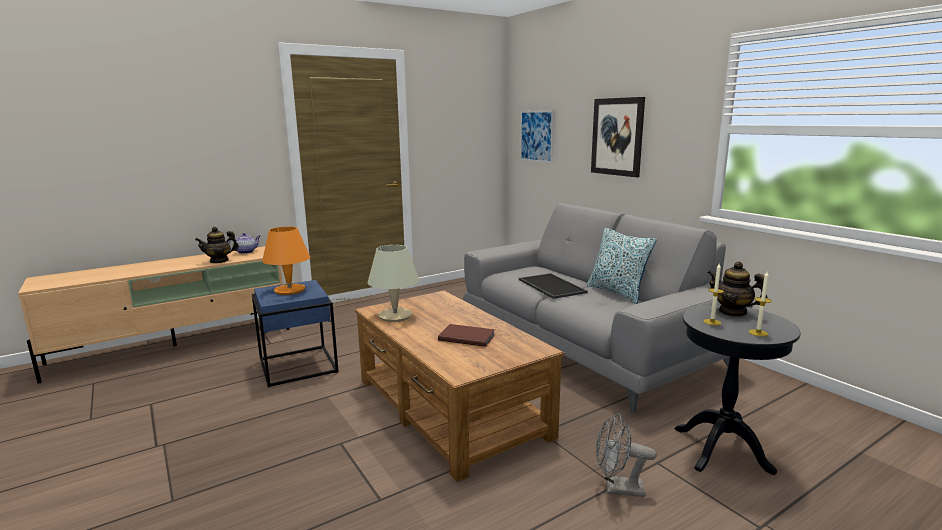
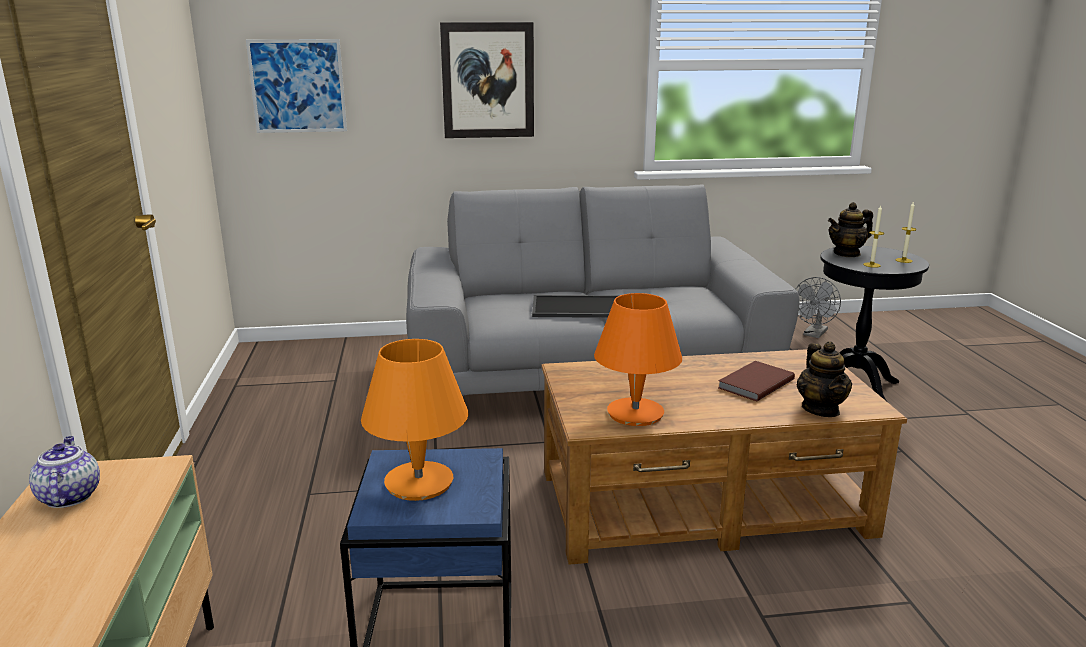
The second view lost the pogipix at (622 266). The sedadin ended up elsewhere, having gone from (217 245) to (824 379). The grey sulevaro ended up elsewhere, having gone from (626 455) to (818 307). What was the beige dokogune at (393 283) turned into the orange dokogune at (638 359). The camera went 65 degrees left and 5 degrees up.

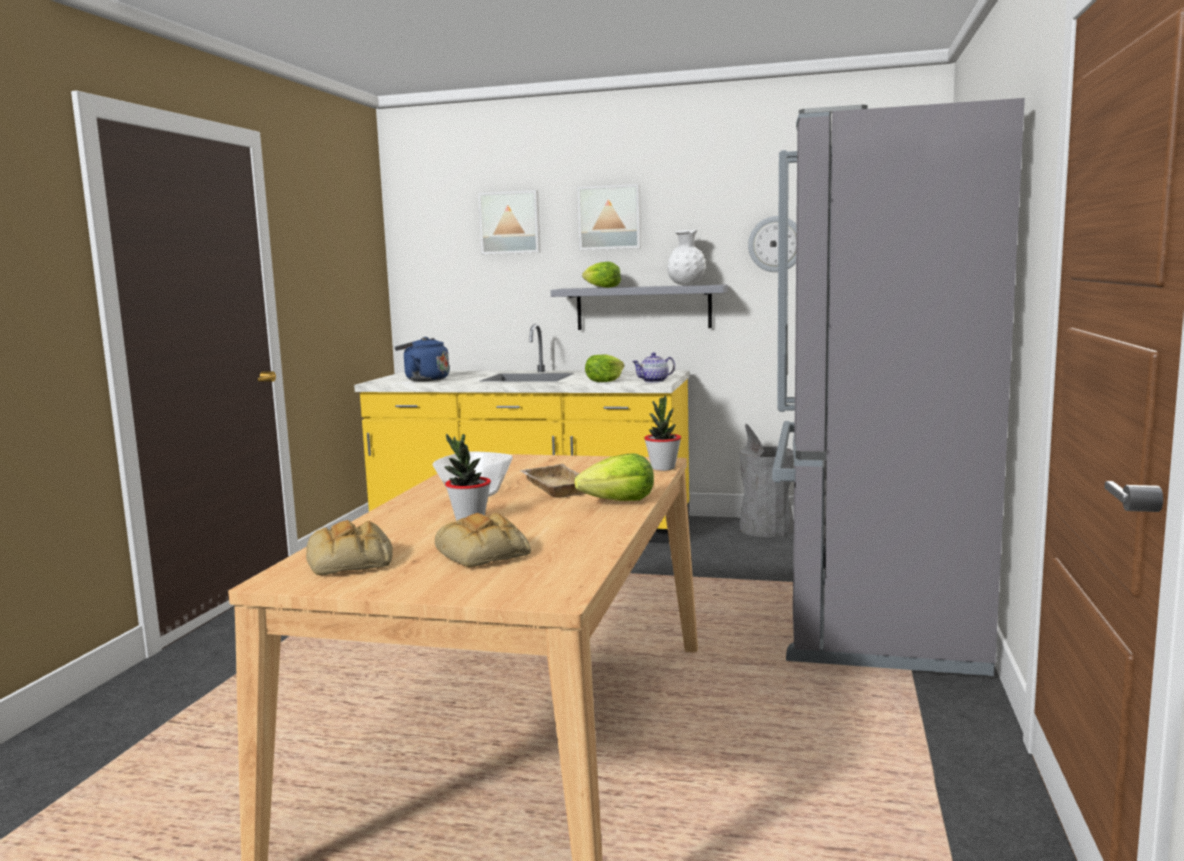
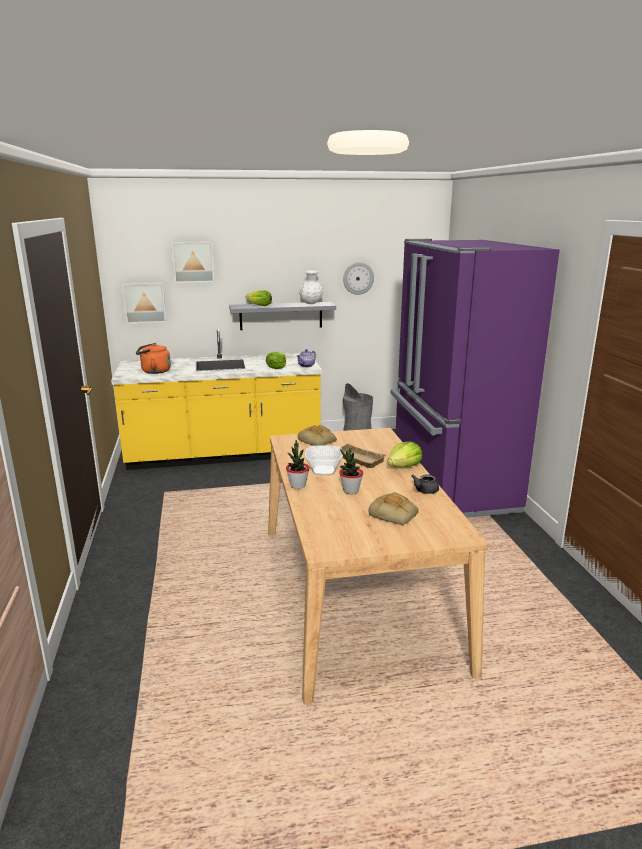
The second view gained the grey sedadin at (425 484). The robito ended up elsewhere, having gone from (349 547) to (317 435). The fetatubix ended up elsewhere, having gone from (609 217) to (144 303). The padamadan ended up elsewhere, having gone from (662 433) to (298 464). What was the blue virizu at (421 359) turned into the orange virizu at (153 358). What was the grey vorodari at (898 387) turned into the purple vorodari at (475 378). The camera went 25 degrees left and 10 degrees up.

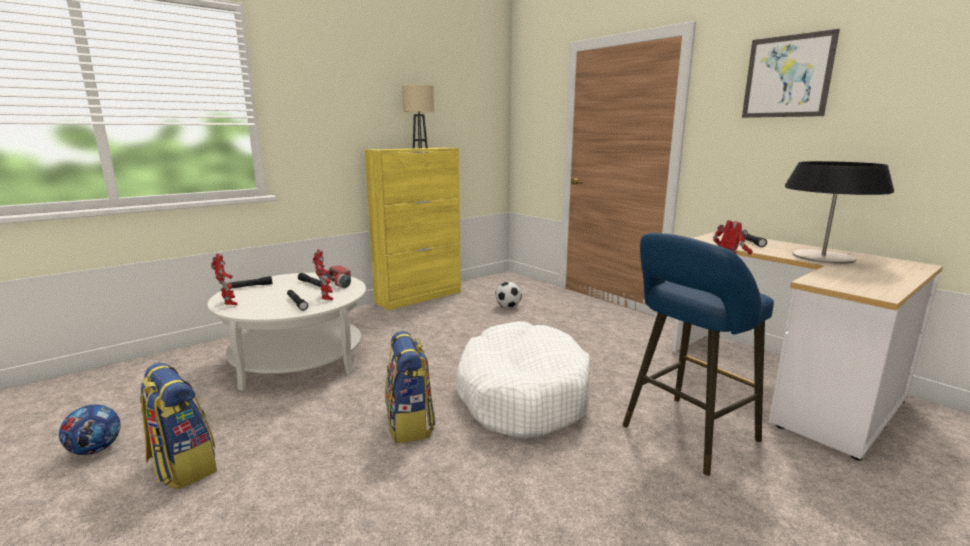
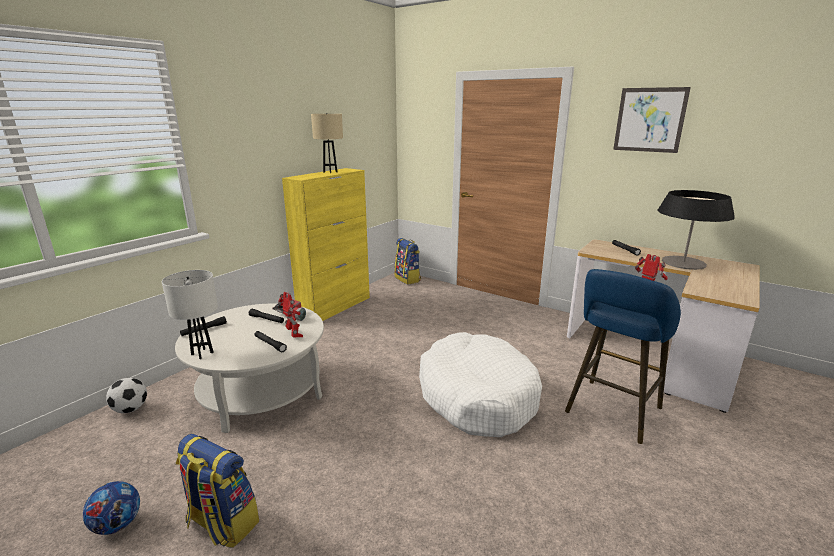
The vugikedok ended up elsewhere, having gone from (410 387) to (407 261). The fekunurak ended up elsewhere, having gone from (508 295) to (126 395). Where the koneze stood at (224 279), the white dokogune came to stand at (190 314). The camera went 15 degrees left and 5 degrees up.

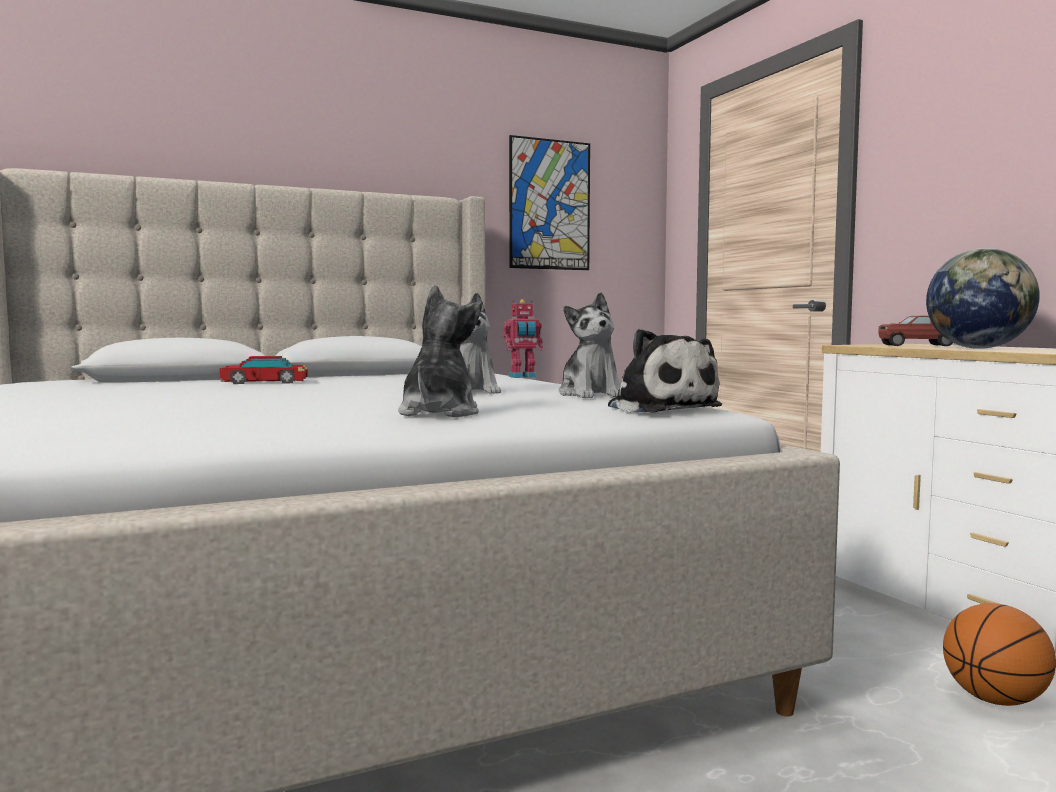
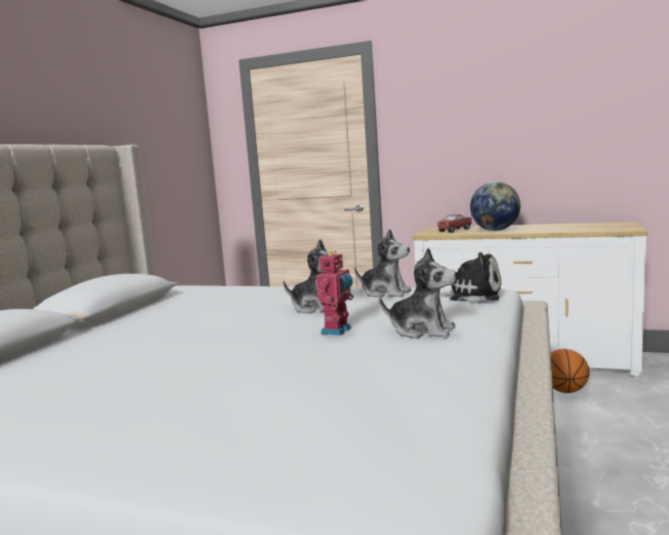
The second view lost the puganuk at (263 370). The second view lost the fetatubix at (549 202). The koneze ended up elsewhere, having gone from (523 338) to (335 293). The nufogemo at (440 351) ended up facing another way, 150 degrees clockwise from before. The camera went 45 degrees left and 5 degrees up.

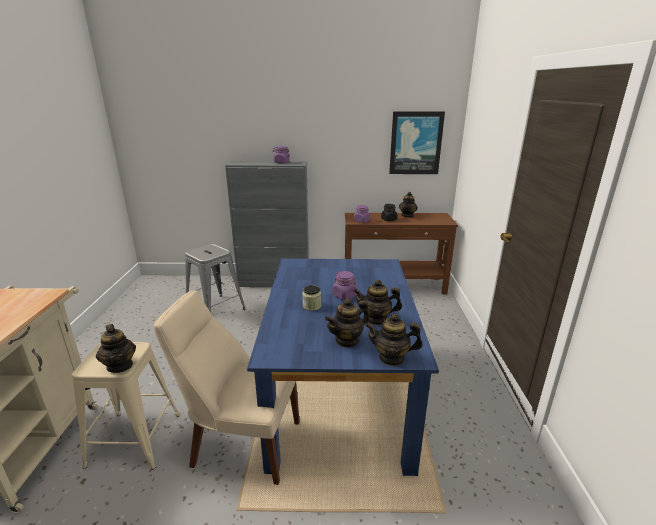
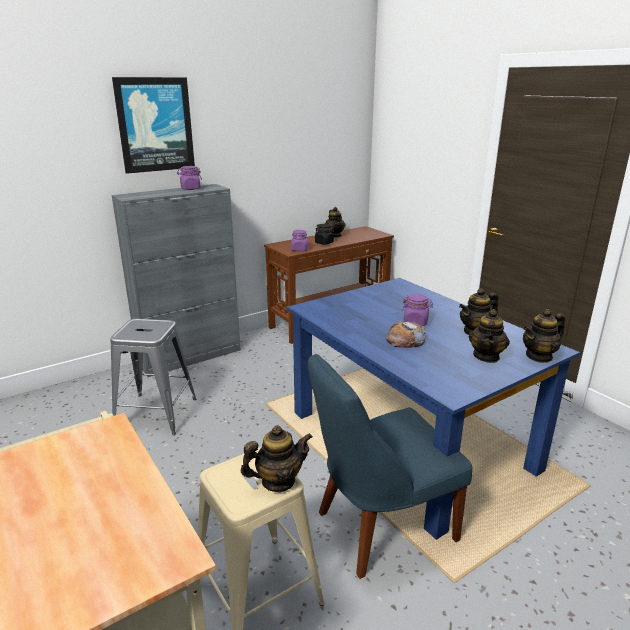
The fetatubix ended up elsewhere, having gone from (417 142) to (153 125). Where the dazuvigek stood at (311 298), the robito came to stand at (405 334). What was the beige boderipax at (227 387) turned into the blue boderipax at (390 466). The sedadin at (116 348) ended up facing another way, 45 degrees counterclockwise from before. The camera went 35 degrees left and 0 degrees up.

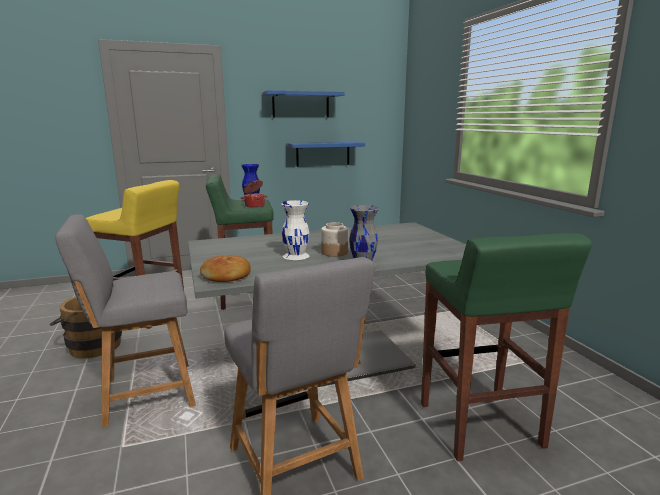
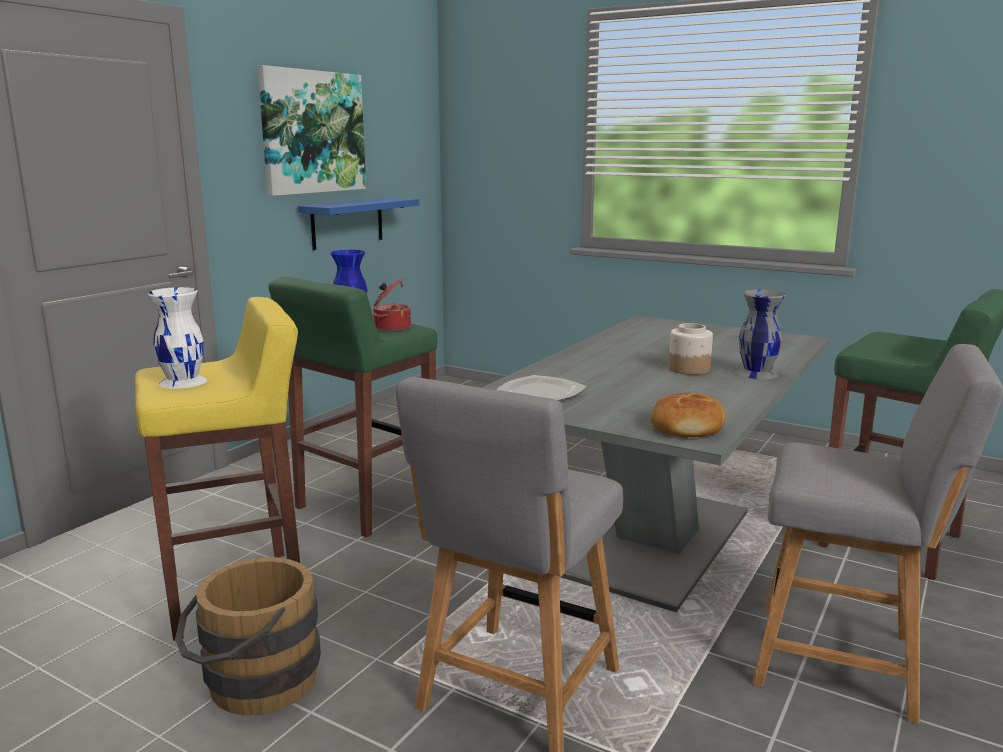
The second view gained the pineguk at (541 388). The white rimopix ended up elsewhere, having gone from (295 230) to (177 338). Where the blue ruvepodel hung at (303 103), the fetatubix came to hang at (311 130). The camera went 40 degrees left and 0 degrees up.

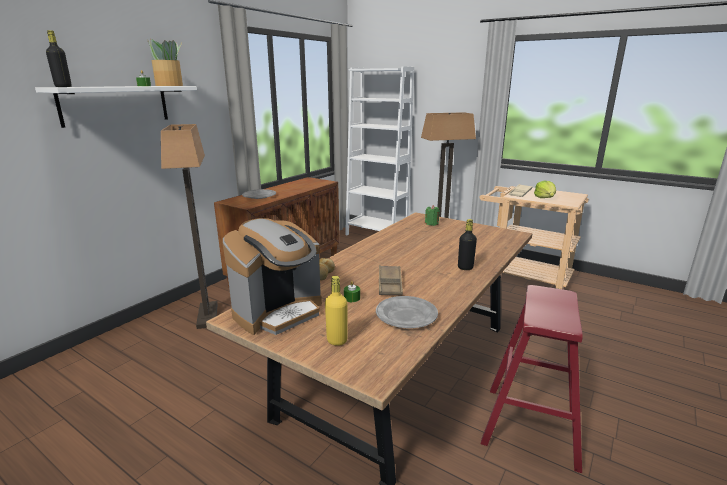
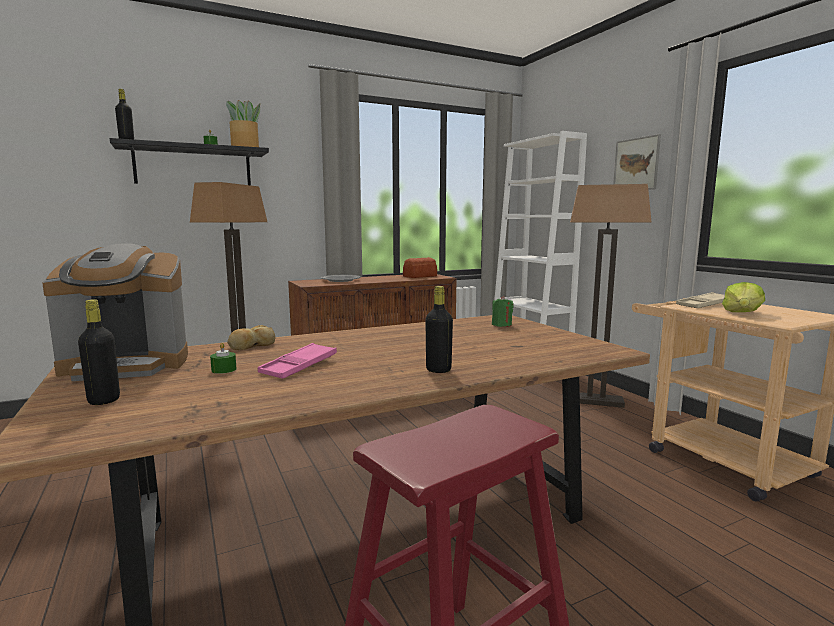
The second view lost the grey pineguk at (407 312). The second view gained the robito at (420 267). The second view gained the fetatubix at (637 162). What was the white ruvepodel at (116 107) turned into the black ruvepodel at (189 161). What was the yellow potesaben at (336 311) turned into the black potesaben at (99 352). What was the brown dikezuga at (391 280) turned into the pink dikezuga at (297 361). The camera went 30 degrees right and 10 degrees down.

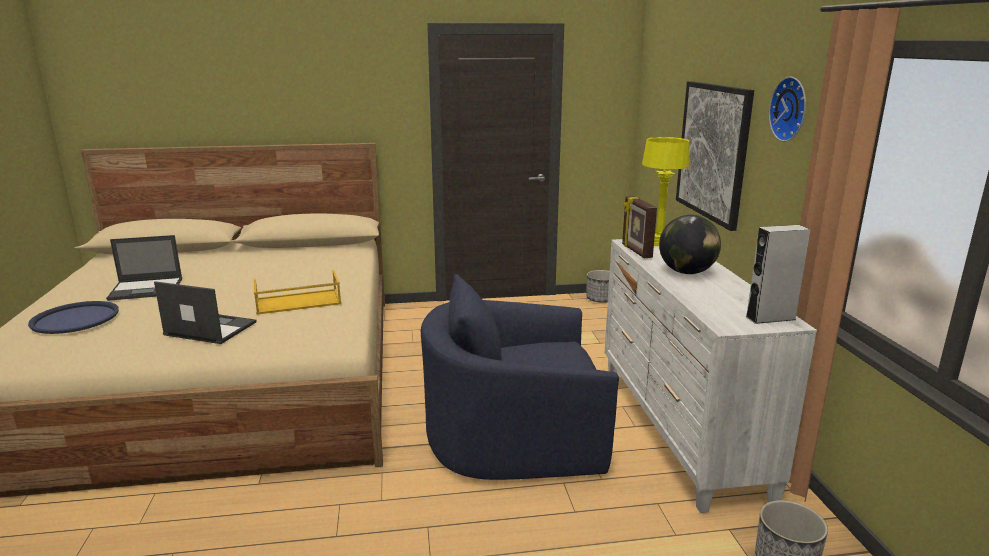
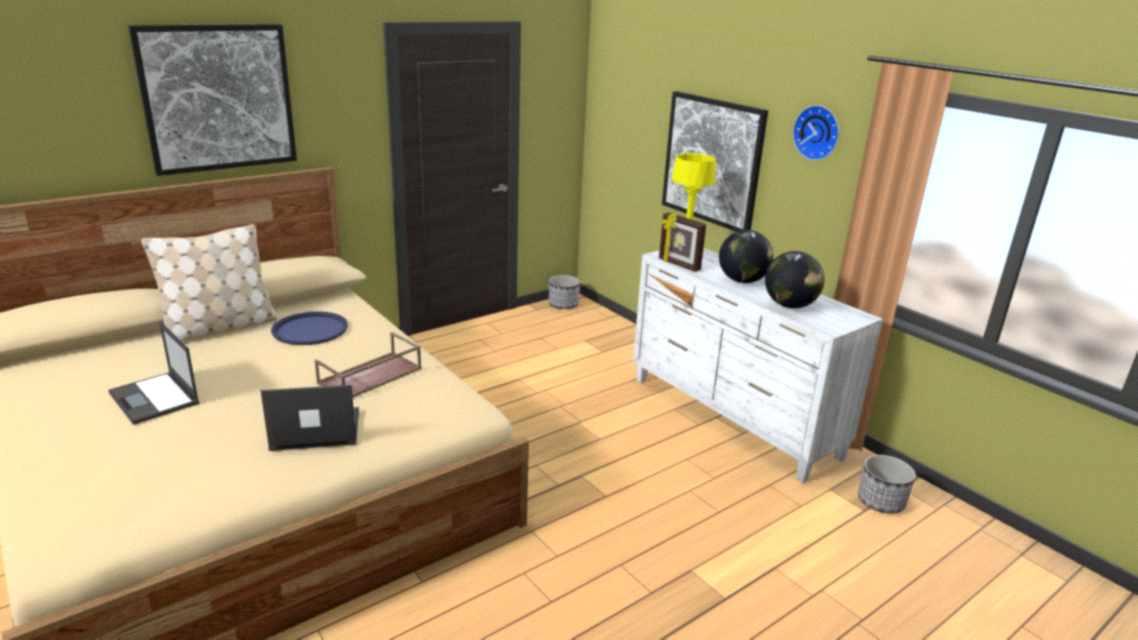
The second view lost the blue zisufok at (520 377). The second view lost the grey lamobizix at (778 274). The second view gained the fetatubix at (212 100). The second view gained the beige pogipix at (209 283). The second view gained the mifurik at (795 279). The blue dikezuga ended up elsewhere, having gone from (73 317) to (309 328). What was the yellow dikezuga at (297 292) turned into the brown dikezuga at (368 364). The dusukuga at (144 268) ended up facing another way, 90 degrees clockwise from before. The camera went 30 degrees left and 5 degrees up.

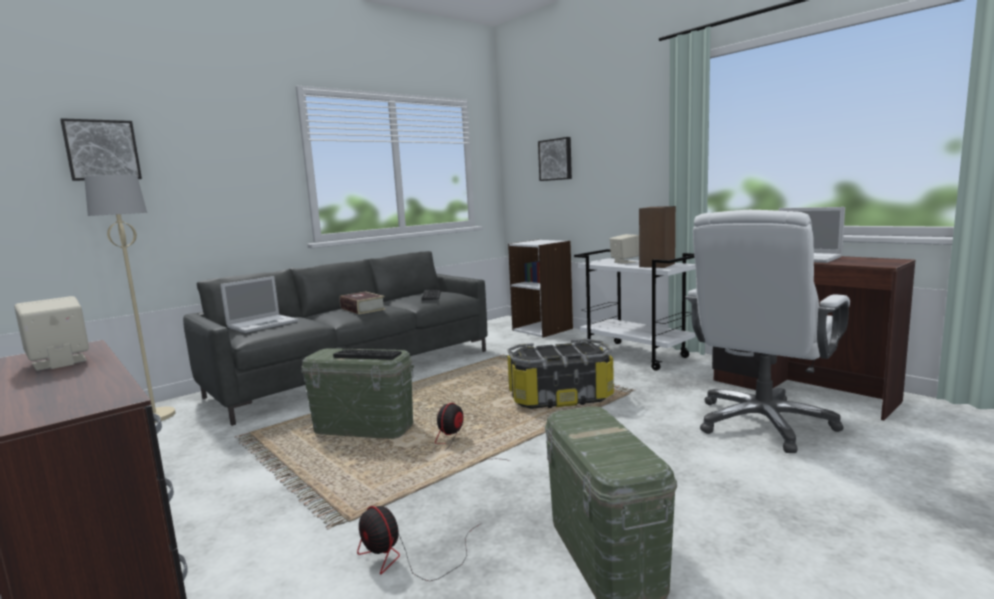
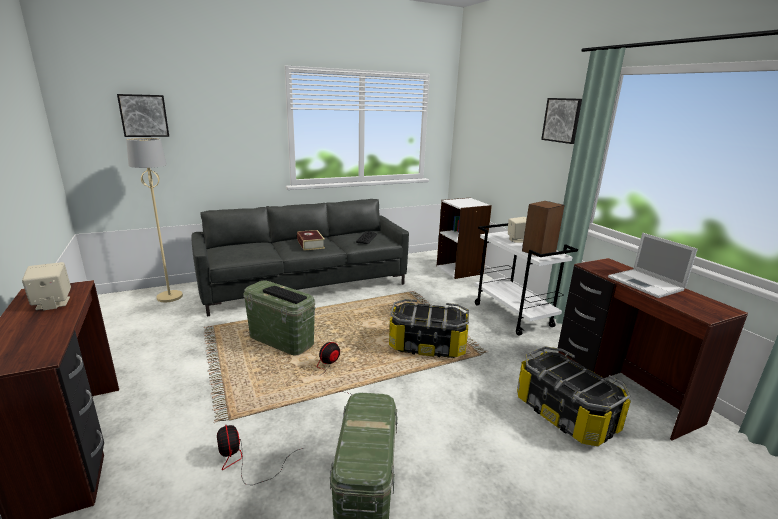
The second view lost the dusukuga at (259 304). The fetatubix ended up elsewhere, having gone from (555 159) to (561 121). Where the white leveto stood at (767 331), the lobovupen came to stand at (574 396). The camera went 15 degrees right and 10 degrees up.

